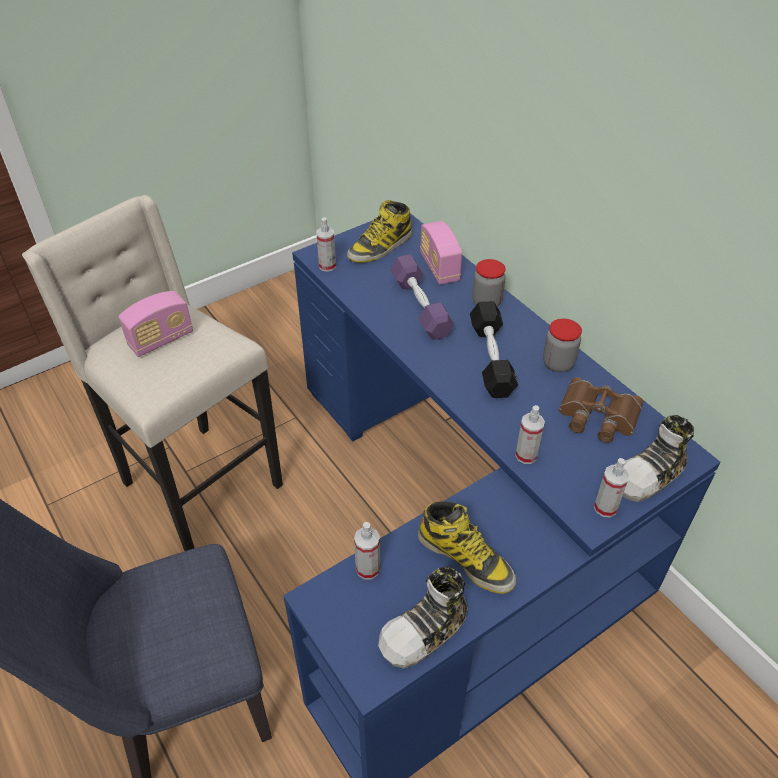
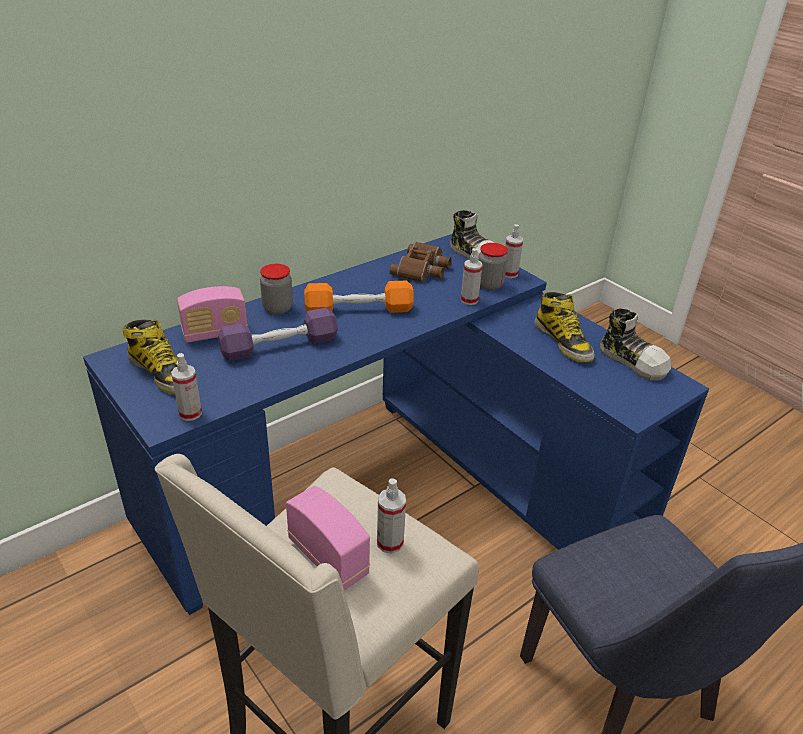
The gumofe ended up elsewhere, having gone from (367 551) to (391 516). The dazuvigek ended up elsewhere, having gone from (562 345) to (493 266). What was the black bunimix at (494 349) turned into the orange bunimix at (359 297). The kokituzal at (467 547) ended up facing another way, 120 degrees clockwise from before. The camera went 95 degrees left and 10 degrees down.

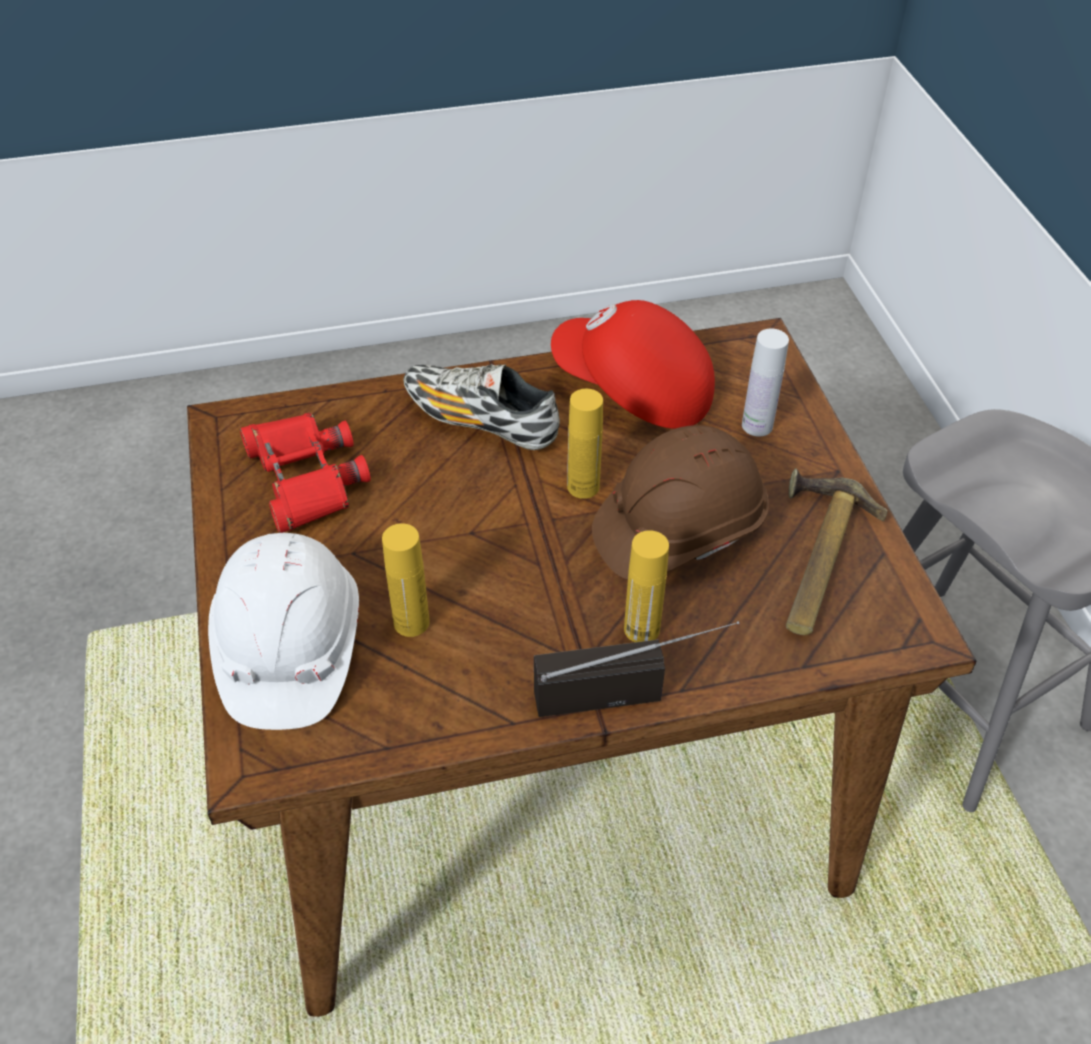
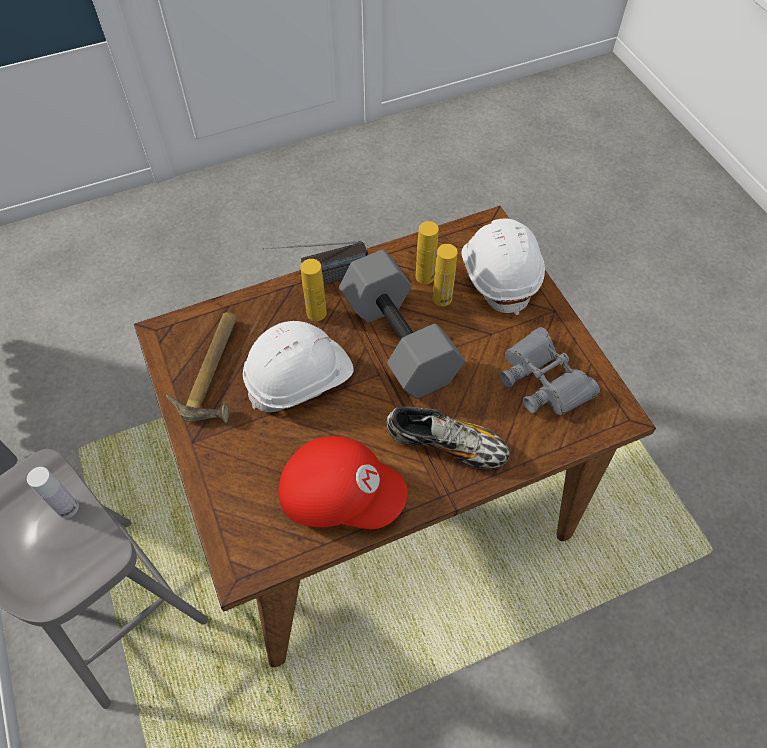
The second view gained the grey bunimix at (402 324). The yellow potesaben ended up elsewhere, having gone from (585 444) to (427 252). The white potesaben ended up elsewhere, having gone from (765 382) to (53 492). What was the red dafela at (305 473) turned into the grey dafela at (550 371). What was the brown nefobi at (680 502) turned into the white nefobi at (298 366). The camera went 170 degrees right and 10 degrees up.

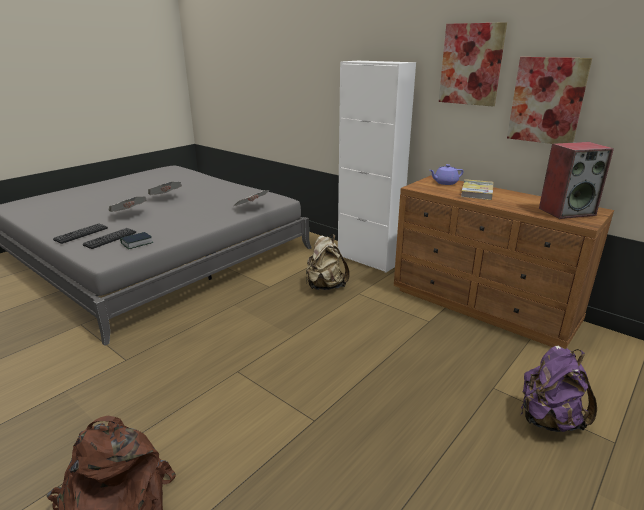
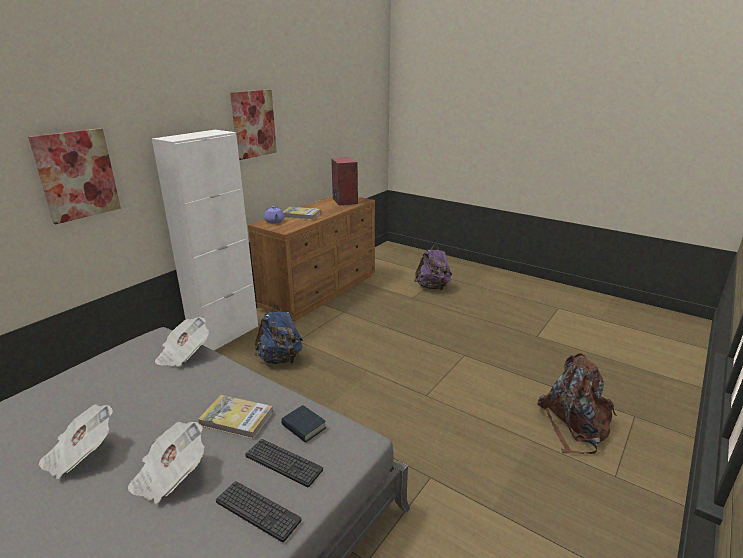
The second view gained the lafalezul at (235 417). The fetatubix ended up elsewhere, having gone from (549 100) to (74 176). What was the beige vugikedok at (328 262) turned into the blue vugikedok at (278 334). The camera went 95 degrees left and 0 degrees up.

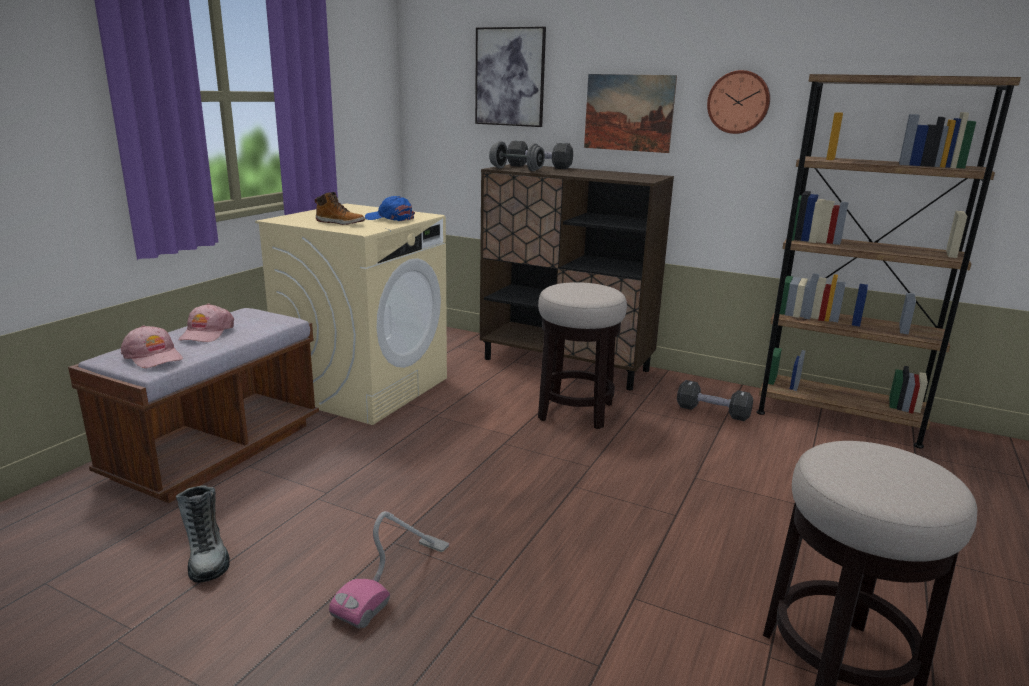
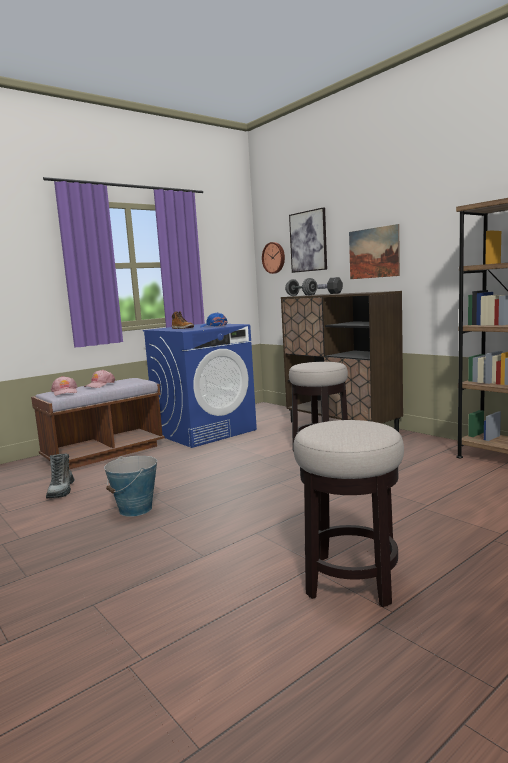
The second view lost the black bunimix at (715 400). The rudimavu ended up elsewhere, having gone from (738 102) to (273 258). Where the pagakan stood at (389 570), the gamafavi came to stand at (130 486). What was the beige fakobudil at (351 314) turned into the blue fakobudil at (200 386). The camera went 25 degrees right and 10 degrees down.

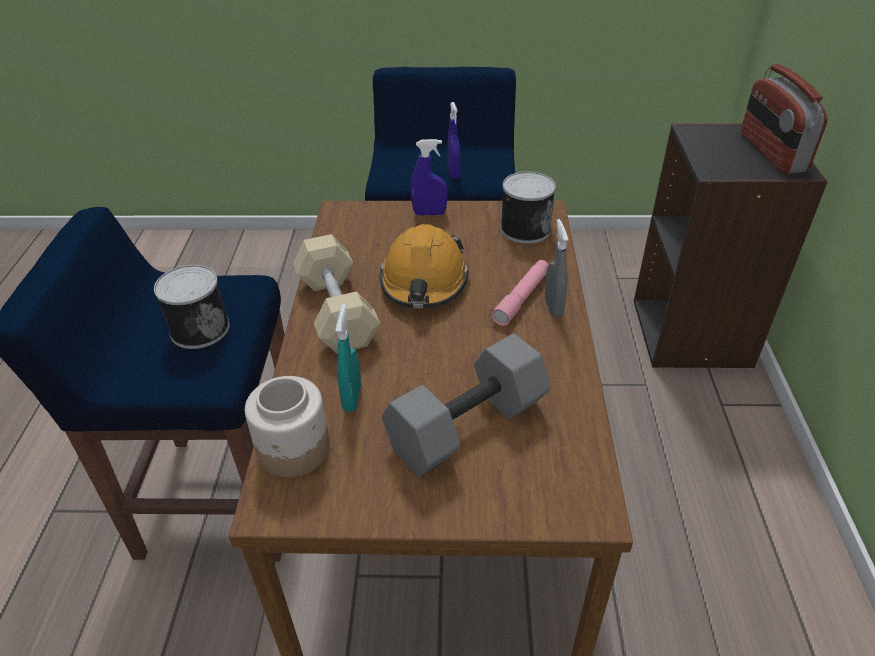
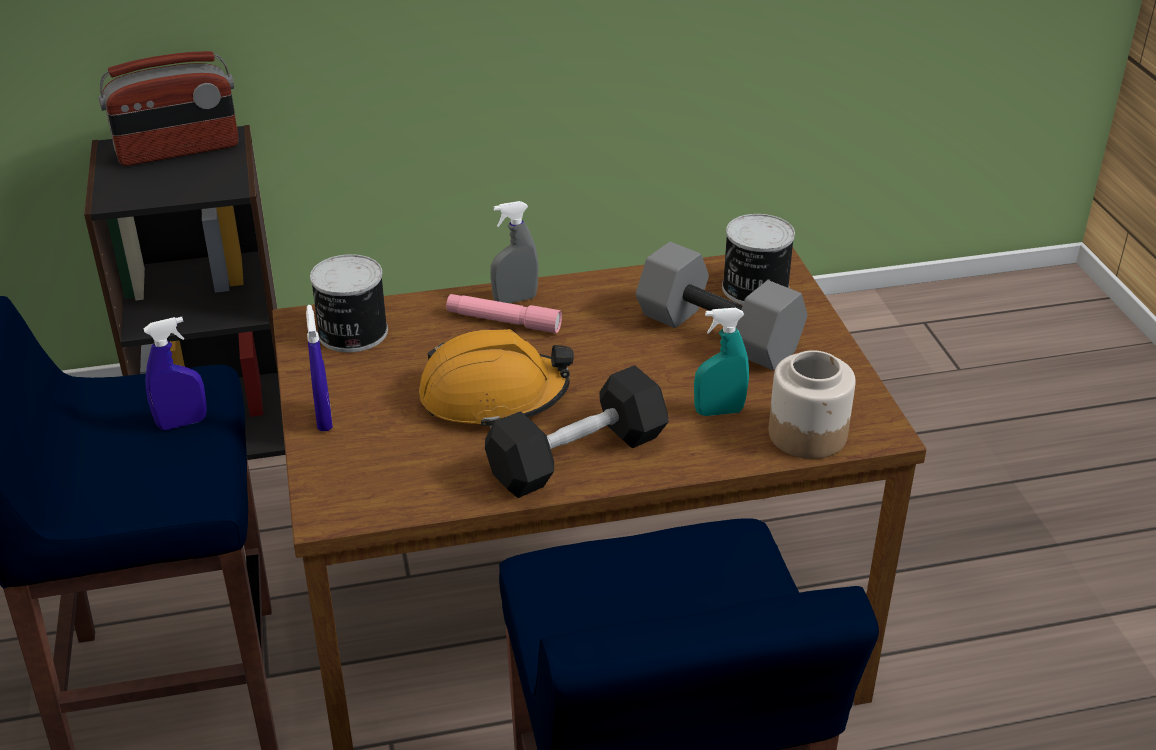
The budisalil ended up elsewhere, having gone from (192 307) to (758 259). What was the beige bunimix at (336 294) turned into the black bunimix at (577 431). The camera went 105 degrees left and 5 degrees down.

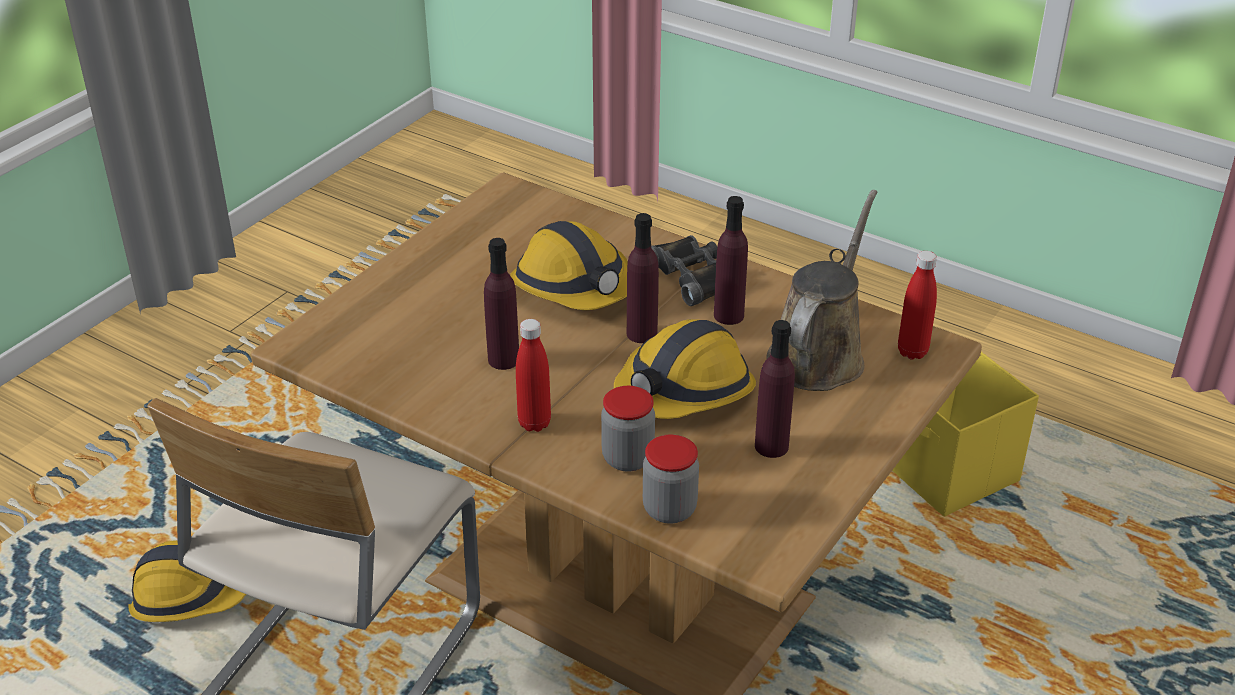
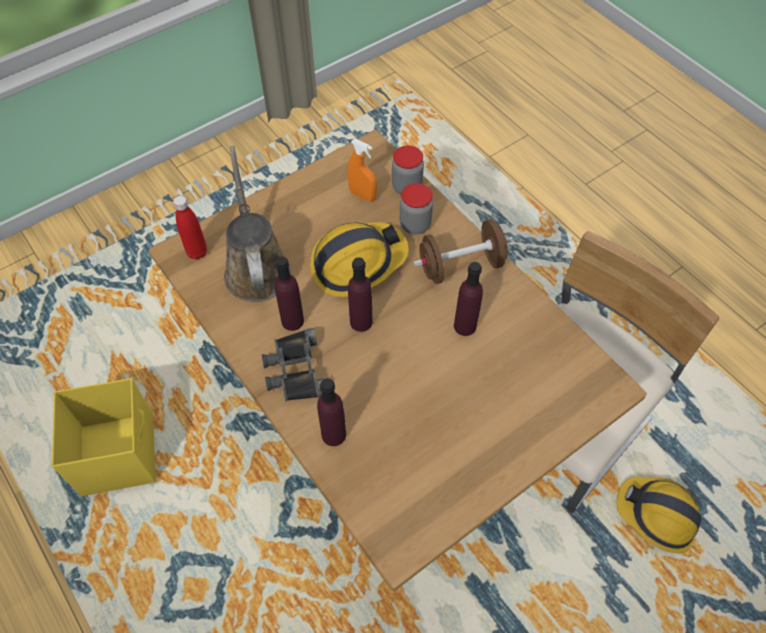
The second view lost the nefobi at (569 265). The second view gained the orange gumofe at (362 170). The purple potesaben ended up elsewhere, having gone from (775 389) to (331 412). Where the red potesaben stood at (533 375), the brown bunimix came to stand at (463 251). The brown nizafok at (821 290) ended up facing another way, 120 degrees clockwise from before. The camera went 160 degrees left and 20 degrees up.

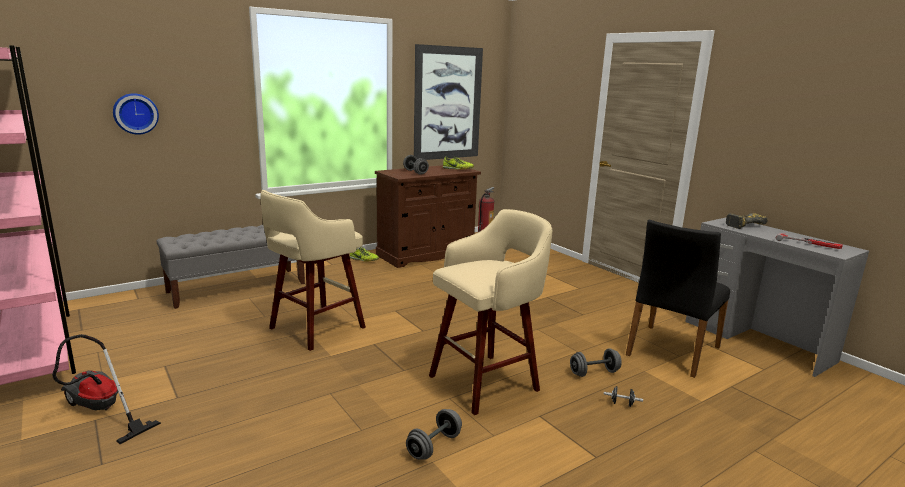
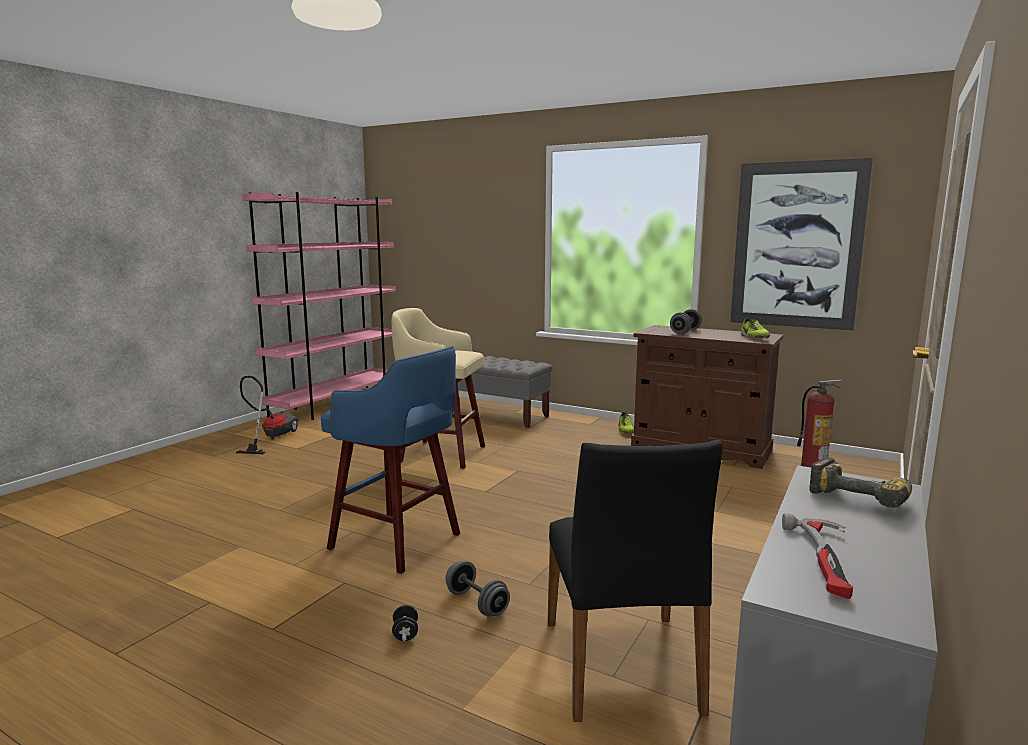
The second view lost the rudimavu at (136 114). The second view lost the grey bunimix at (434 434). What was the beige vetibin at (490 312) turned into the blue vetibin at (390 460). The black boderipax at (678 299) ended up facing another way, 105 degrees counterclockwise from before. The camera went 65 degrees right and 5 degrees down.

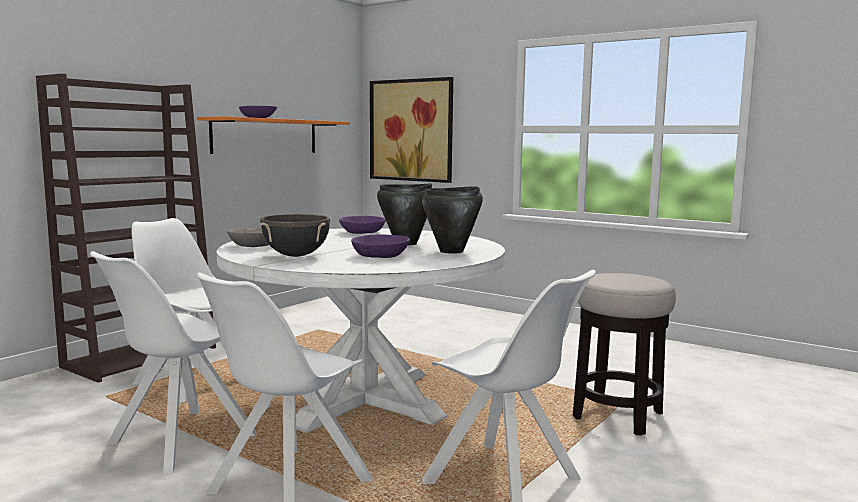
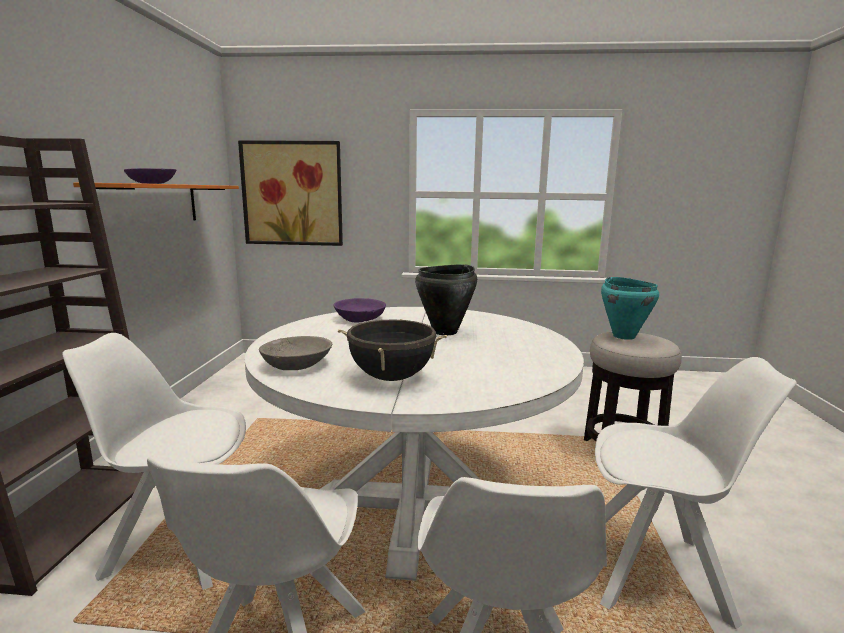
The second view lost the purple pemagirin at (380 246). The second view lost the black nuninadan at (452 220). The second view gained the turquoise nuninadan at (630 308). The camera went 30 degrees left and 5 degrees up.

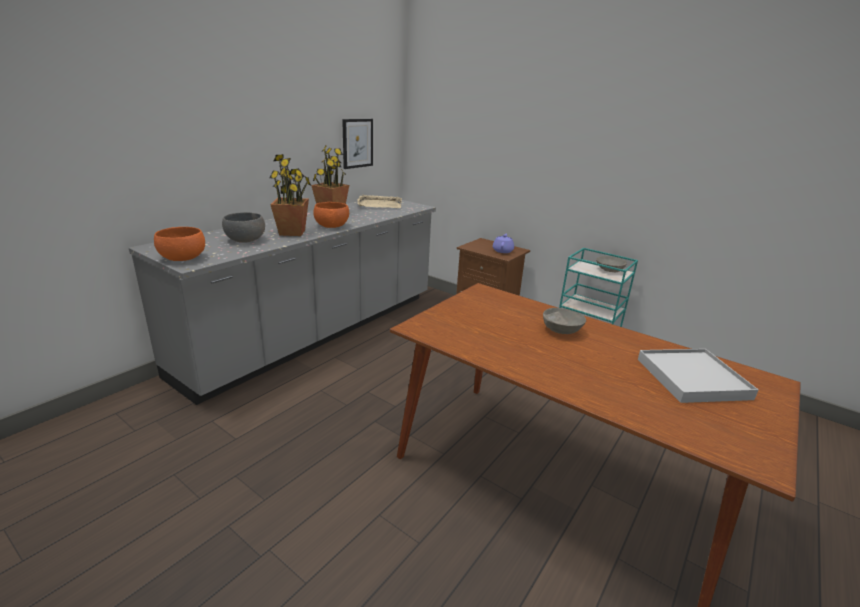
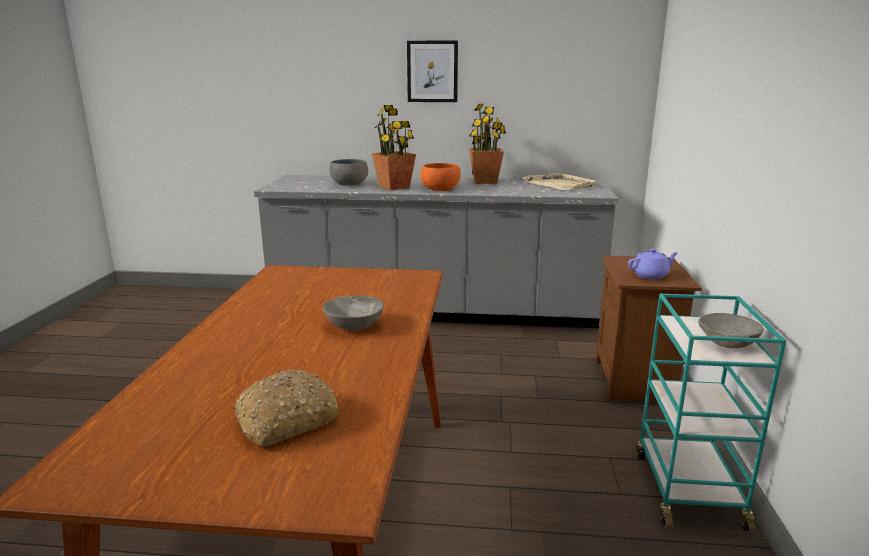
The second view lost the orange pemagirin at (179 244). The fetatubix ended up elsewhere, having gone from (357 144) to (432 71). Where the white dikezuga stood at (698 376), the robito came to stand at (286 407). The camera went 60 degrees right and 5 degrees down.

